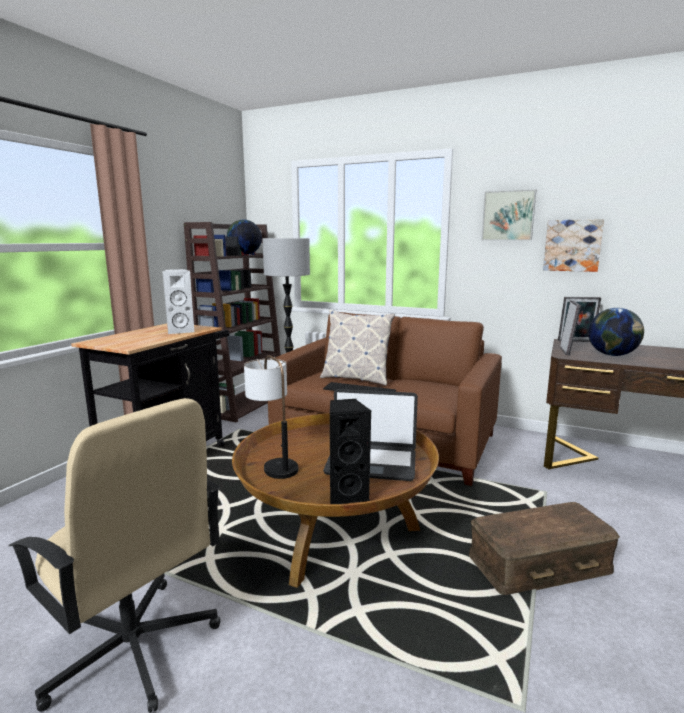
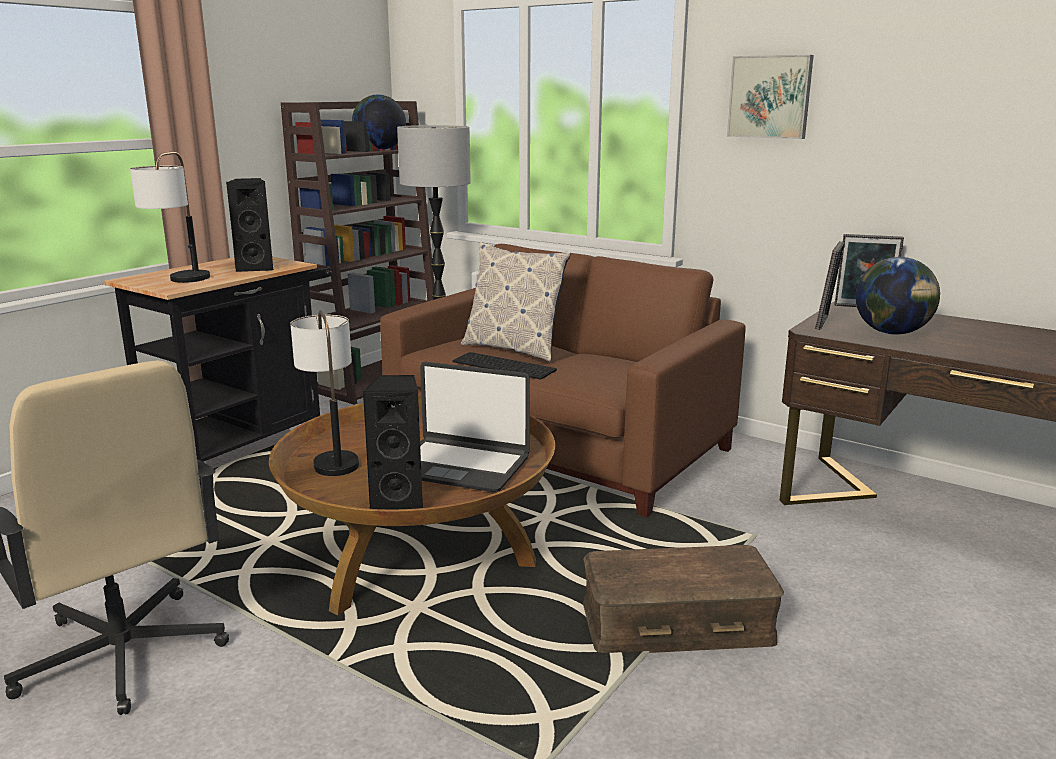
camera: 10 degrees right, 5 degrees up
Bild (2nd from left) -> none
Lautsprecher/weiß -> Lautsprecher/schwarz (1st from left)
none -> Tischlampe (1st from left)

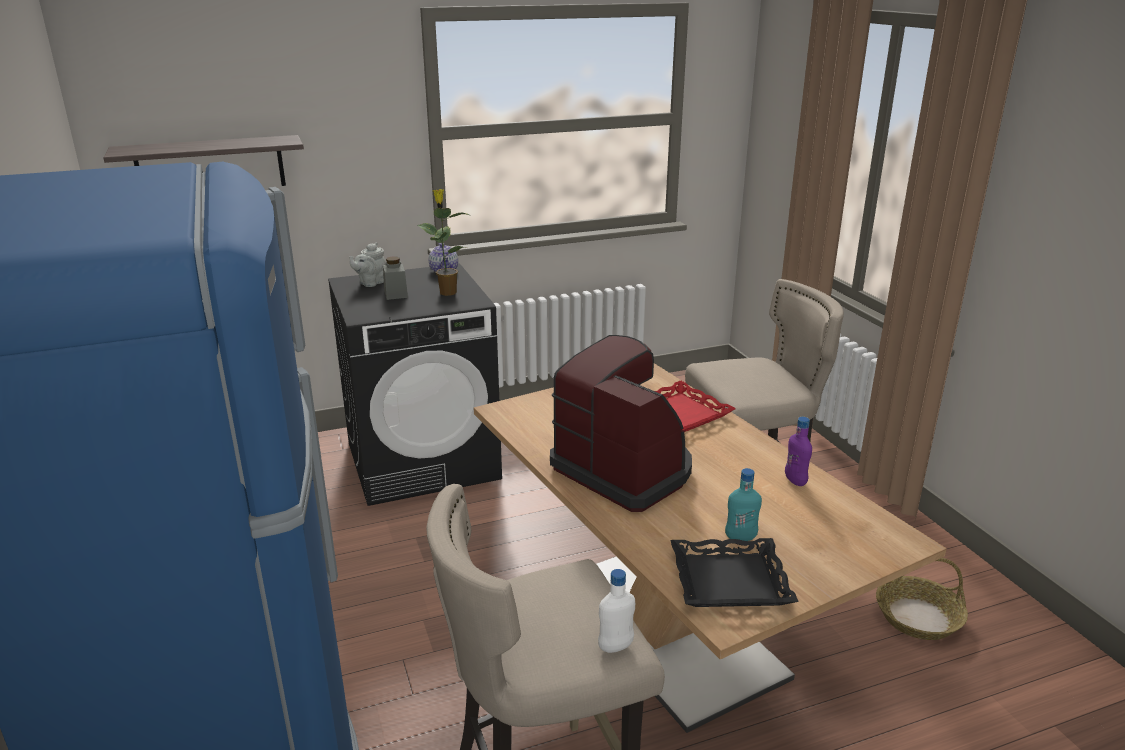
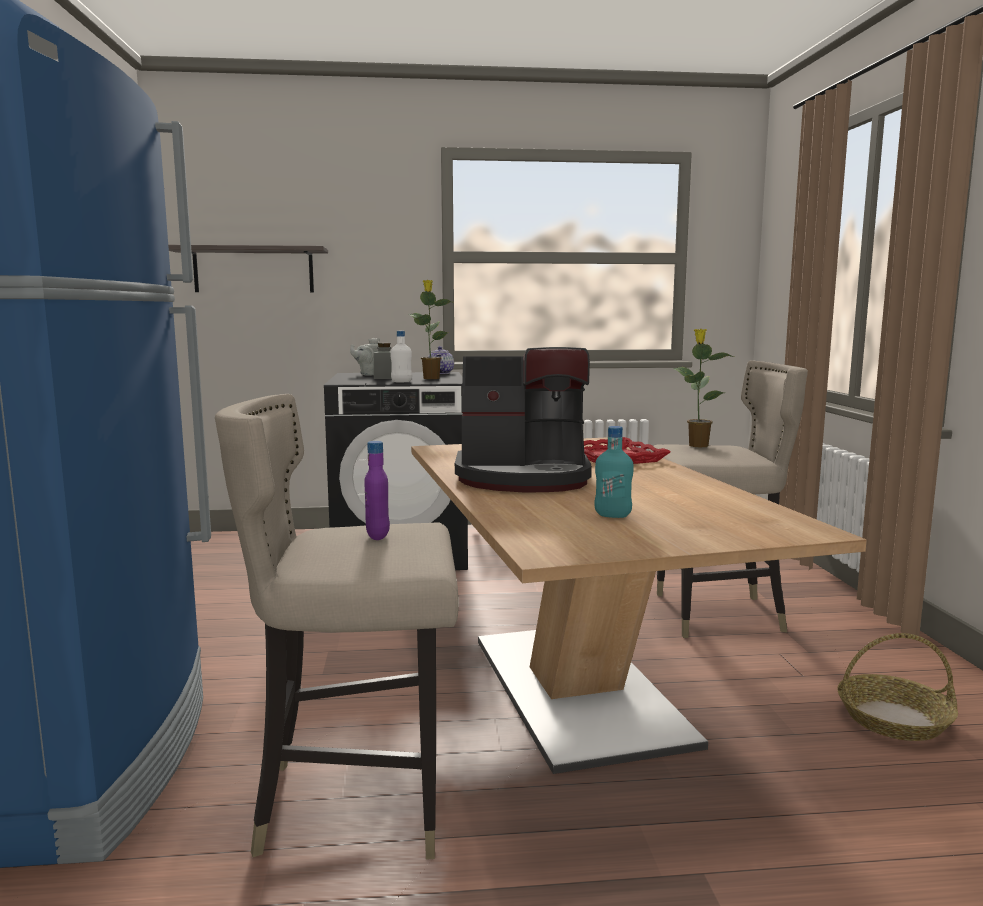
camera: 15 degrees right, 15 degrees down
Kaffeemaschine, 120 degrees clockwise
Flasche/lila, move
Tablett/schwarz -> none
Flasche/weiß, move
none -> Topfpflanze (2nd from left)

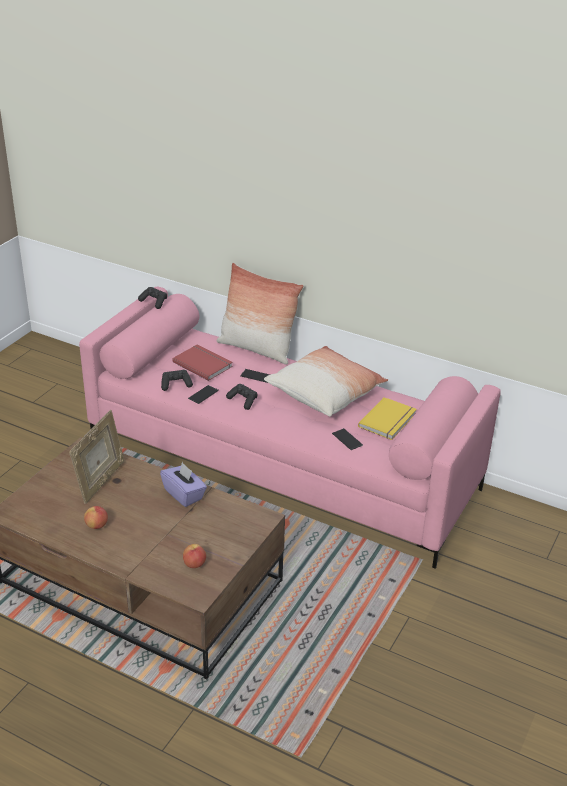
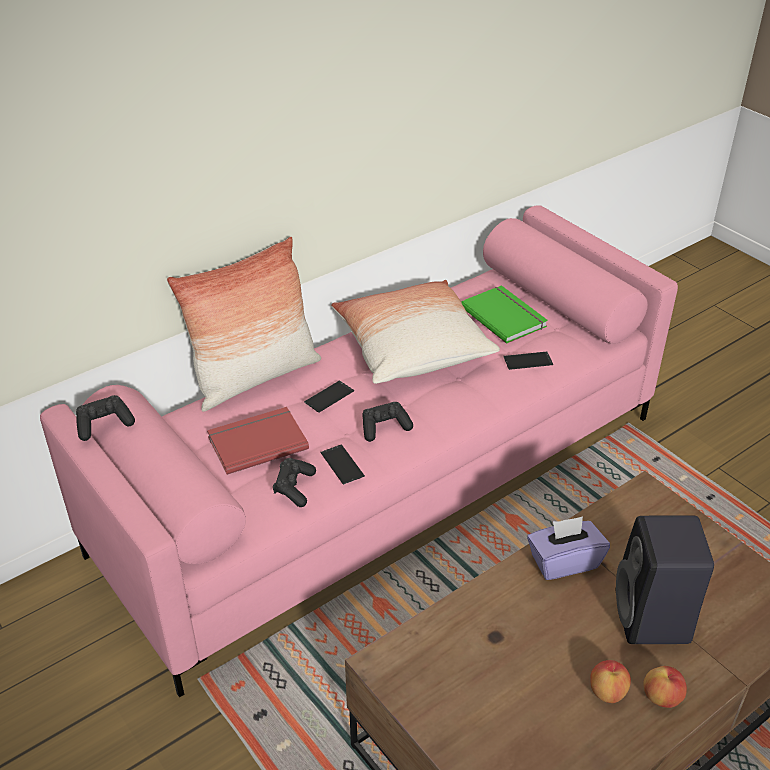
camera: 65 degrees left, 5 degrees up
Buch/gelb -> Buch/grün
Bilderrahmen -> none
Apfel (2nd from left), move
none -> Lautsprecher/schwarz

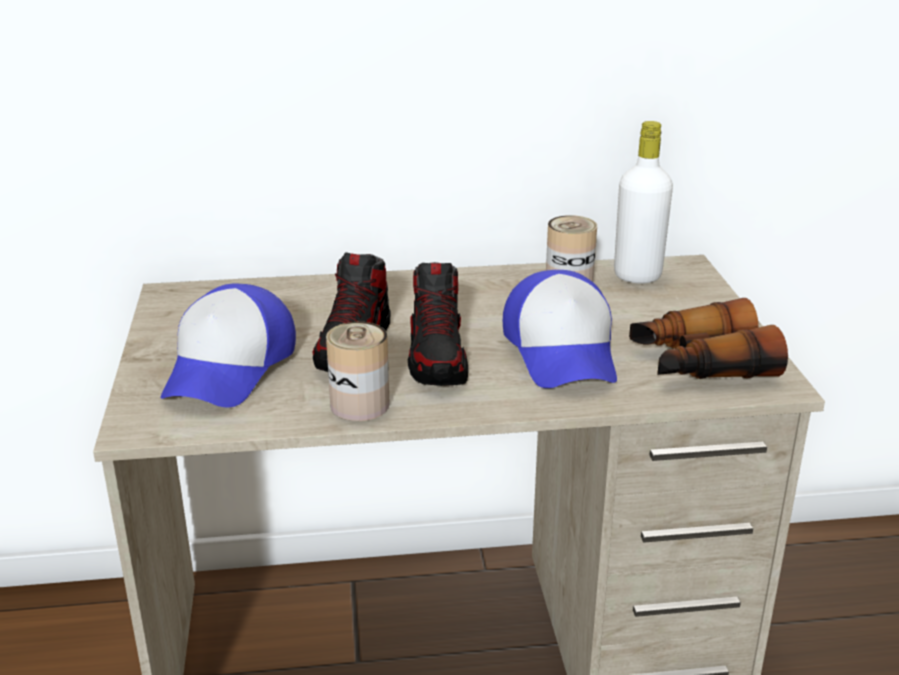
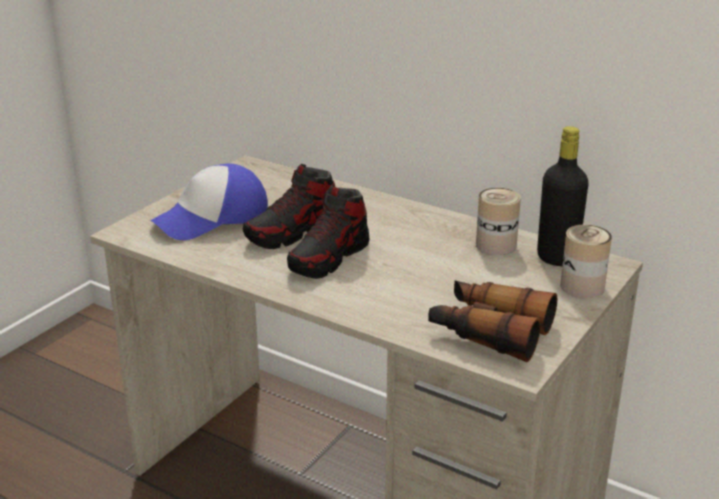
camera: 40 degrees right, 0 degrees up
Flasche/weiß -> Flasche/schwarz
Kappe (2nd from left) -> none
Dose (1st from left in the first image) -> Dose (2nd from left), move

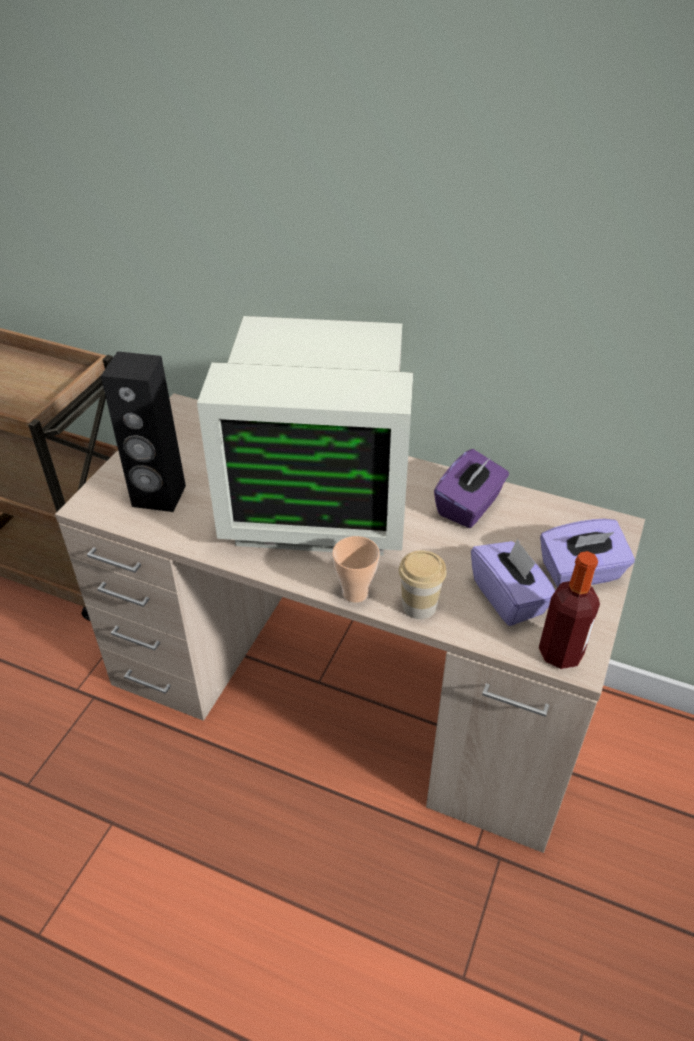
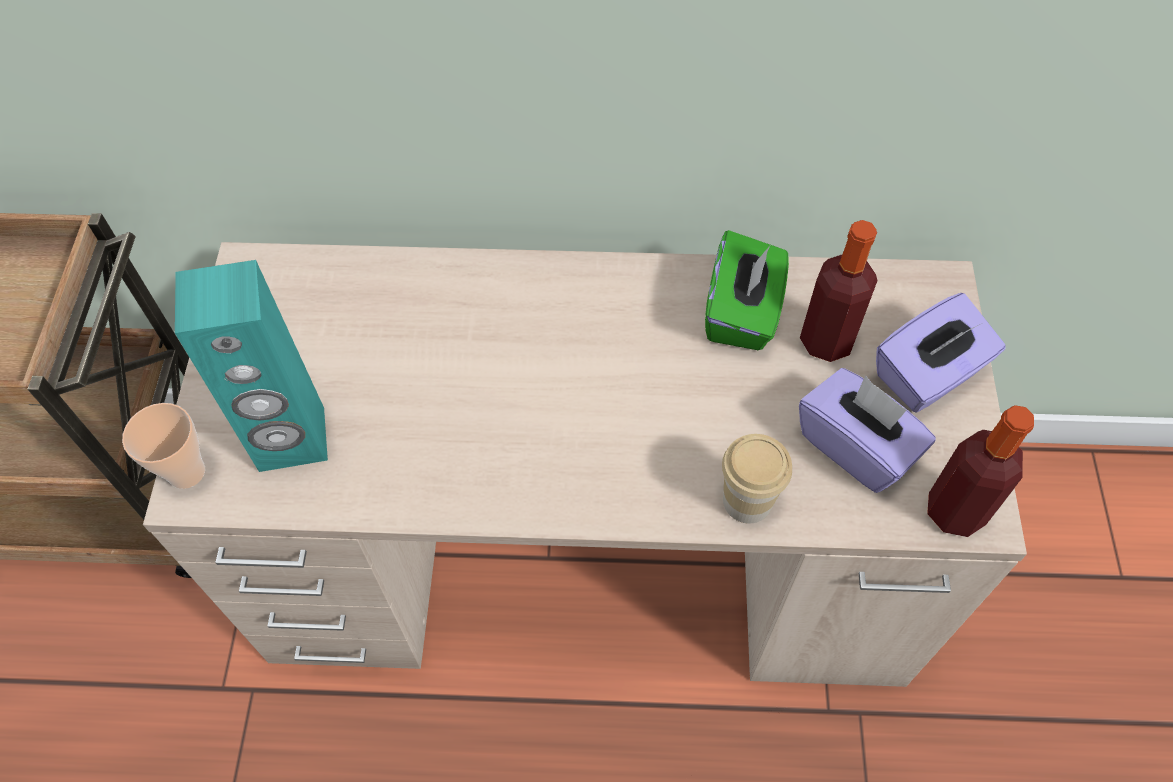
camera: 20 degrees left, 15 degrees up
Monitor -> none
Lautsprecher/schwarz -> Lautsprecher/türkis
Taschentuchbox/lila (1st from left) -> Taschentuchbox/grün
Tasse (1st from left), move
none -> Flasche (1st from left)

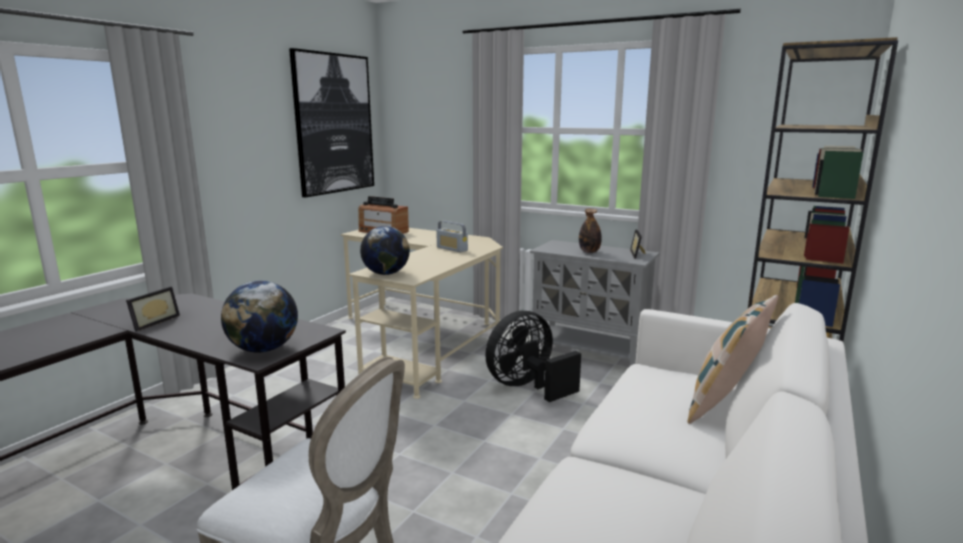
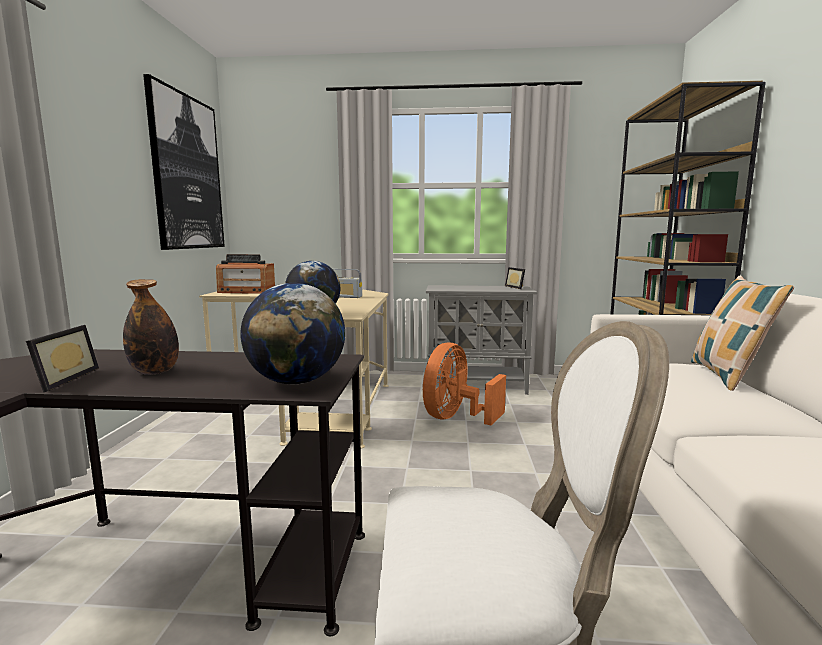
camera: 25 degrees left, 5 degrees down
Flasche, move
Ventilator/schwarz -> Ventilator/orange

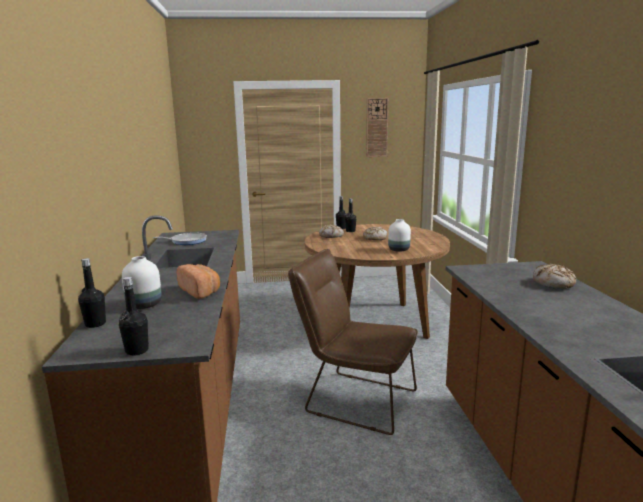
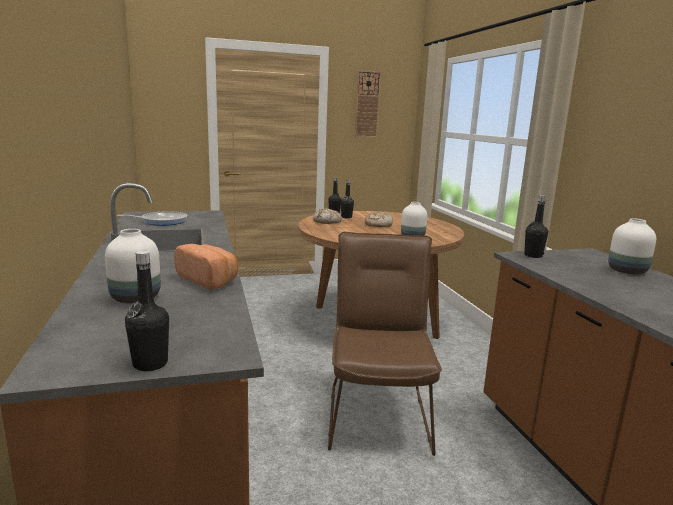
camera: 10 degrees left, 0 degrees up
Stuhl/braun, 75 degrees clockwise
Flasche/schwarz (1st from left in the first image) -> Flasche/schwarz (4th from left), move
Brot (4th from left) -> Vase/weiß (3rd from left)

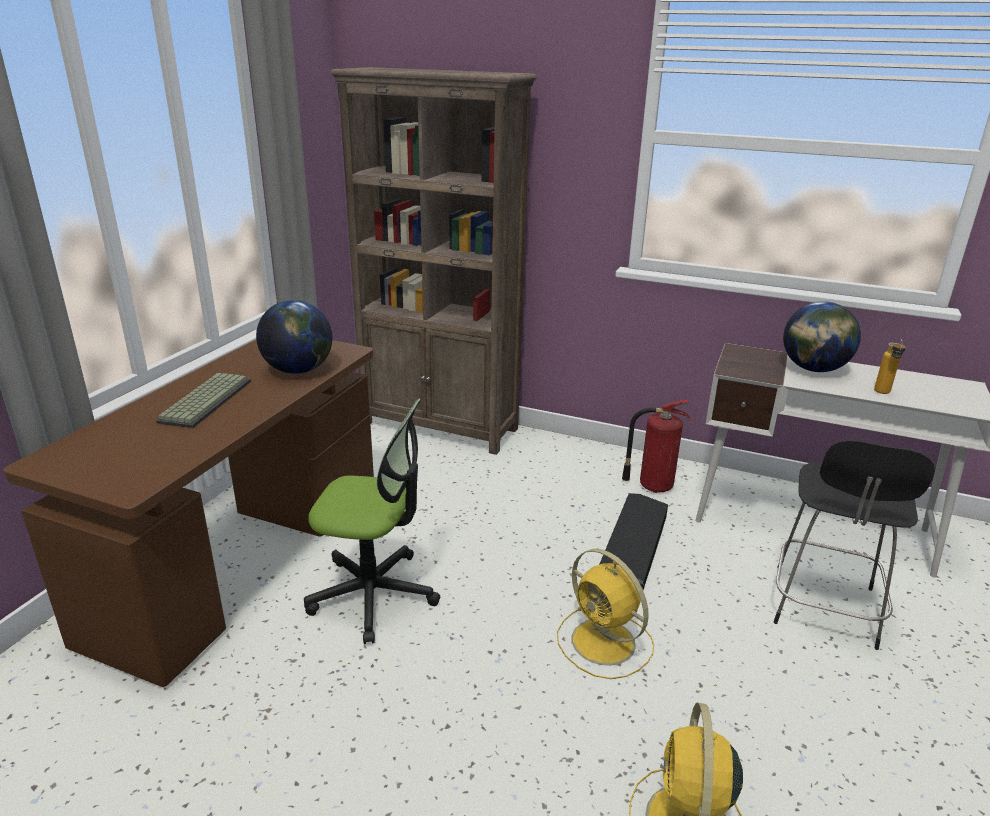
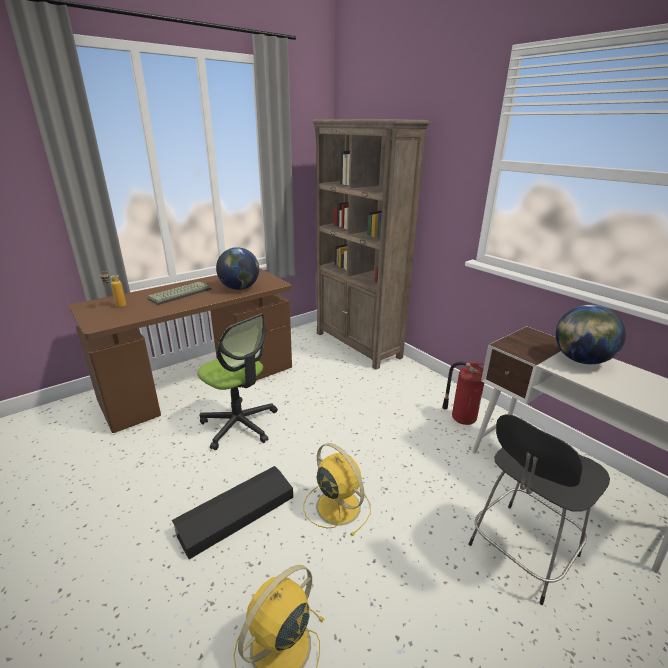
camera: 30 degrees right, 0 degrees up
Flasche, move
Aufbewahrungsbox/schwarz, move
Ventilator/gelb (1st from left in the first image) -> Ventilator/gelb (2nd from left), 150 degrees clockwise

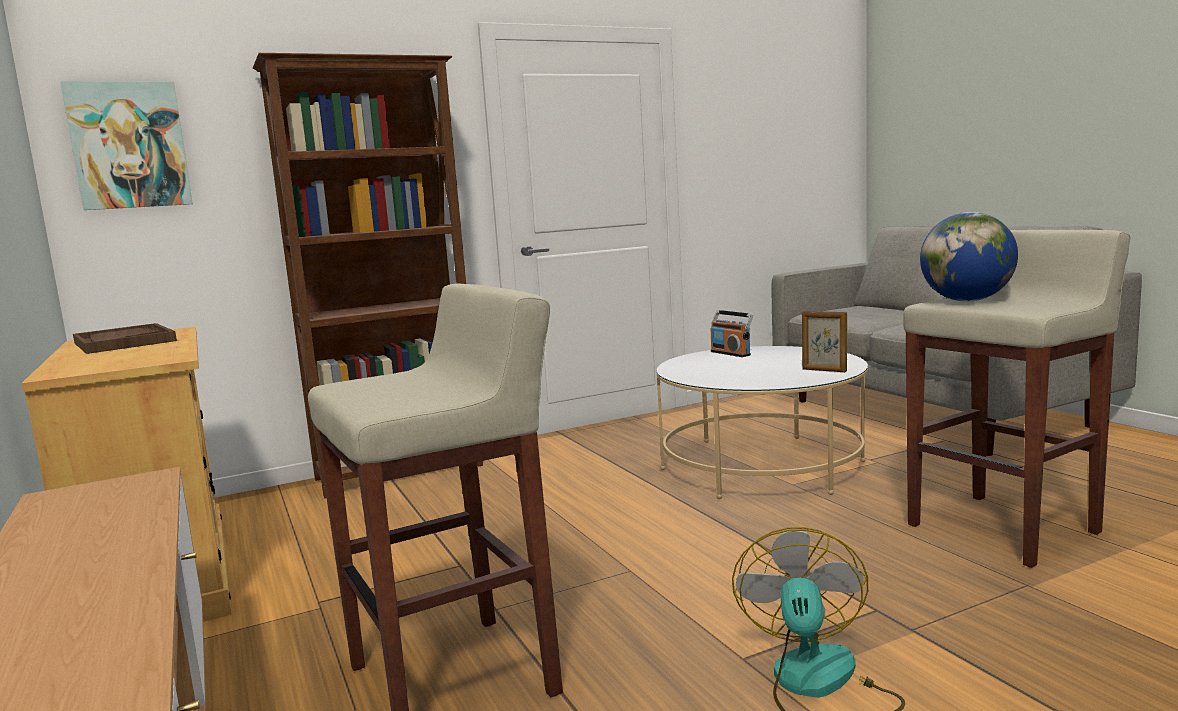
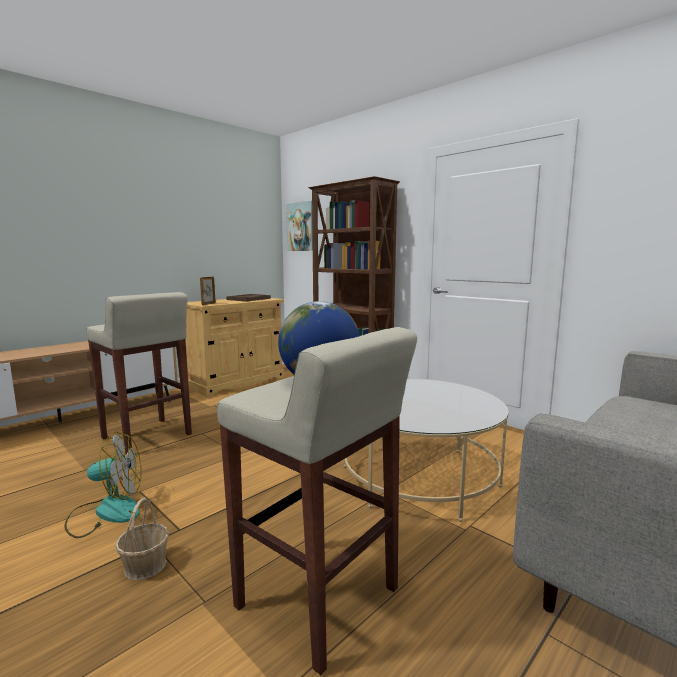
camera: 70 degrees right, 0 degrees up
Radio -> none
Bilderrahmen, move
none -> Korb

